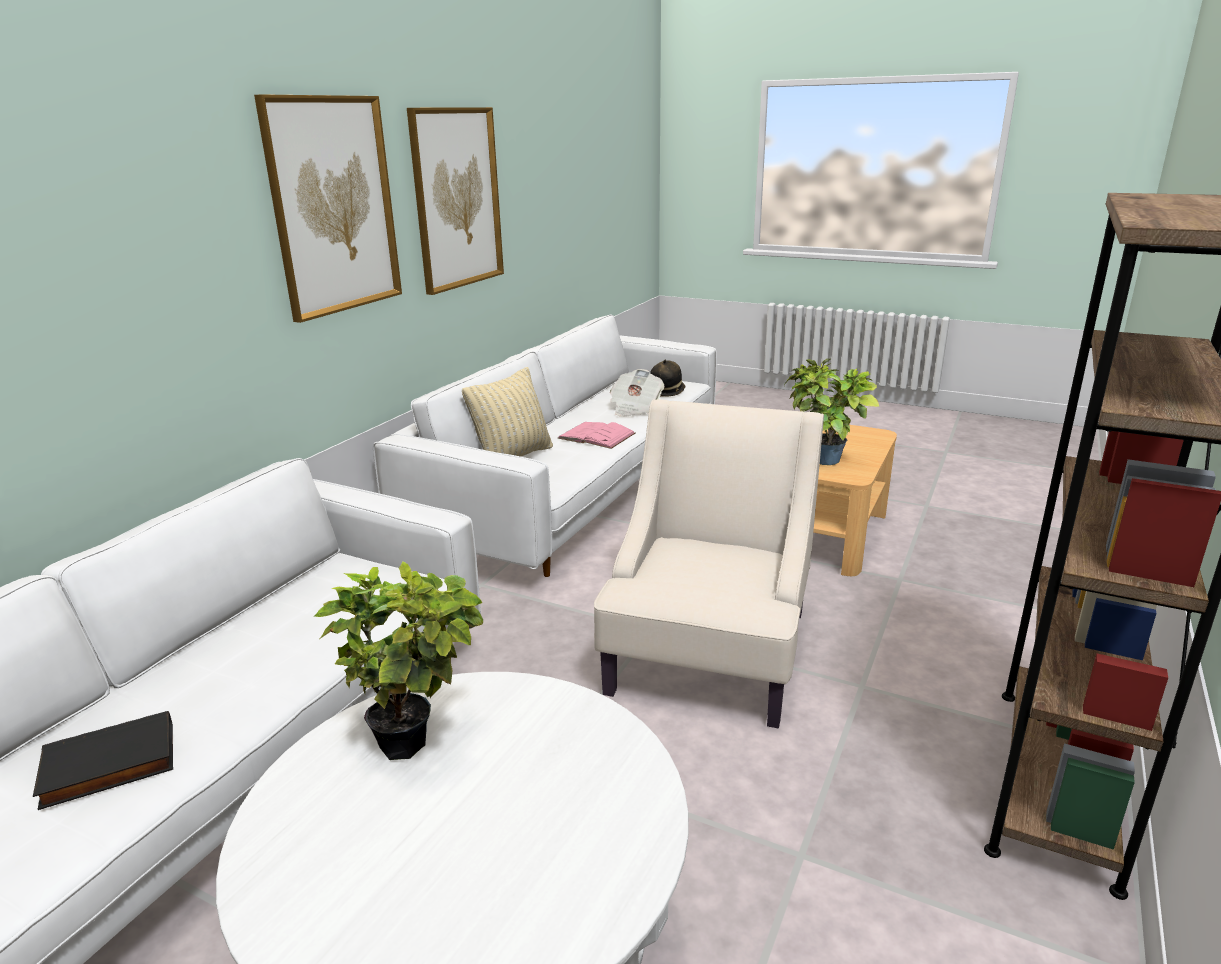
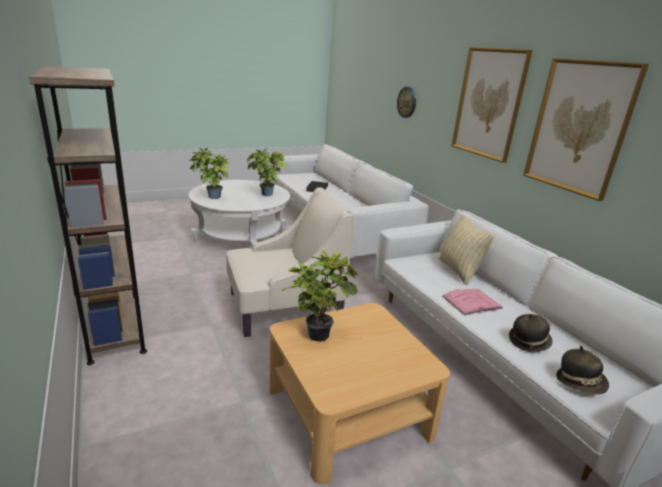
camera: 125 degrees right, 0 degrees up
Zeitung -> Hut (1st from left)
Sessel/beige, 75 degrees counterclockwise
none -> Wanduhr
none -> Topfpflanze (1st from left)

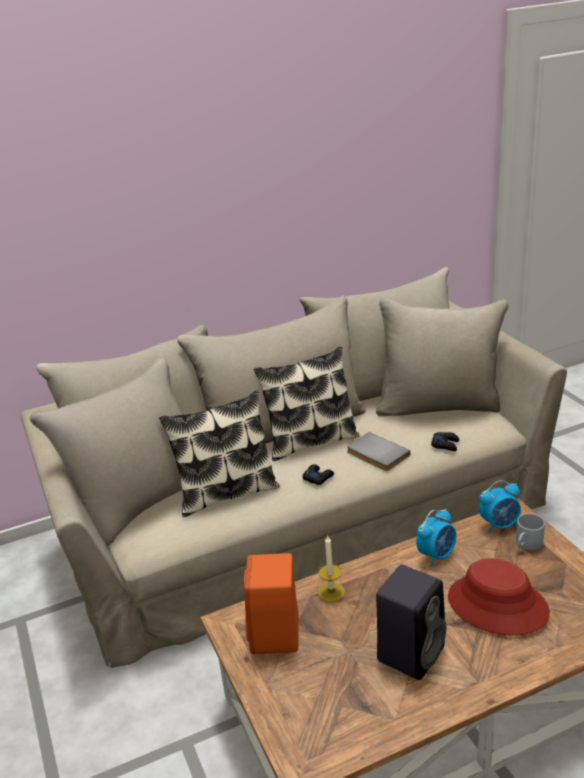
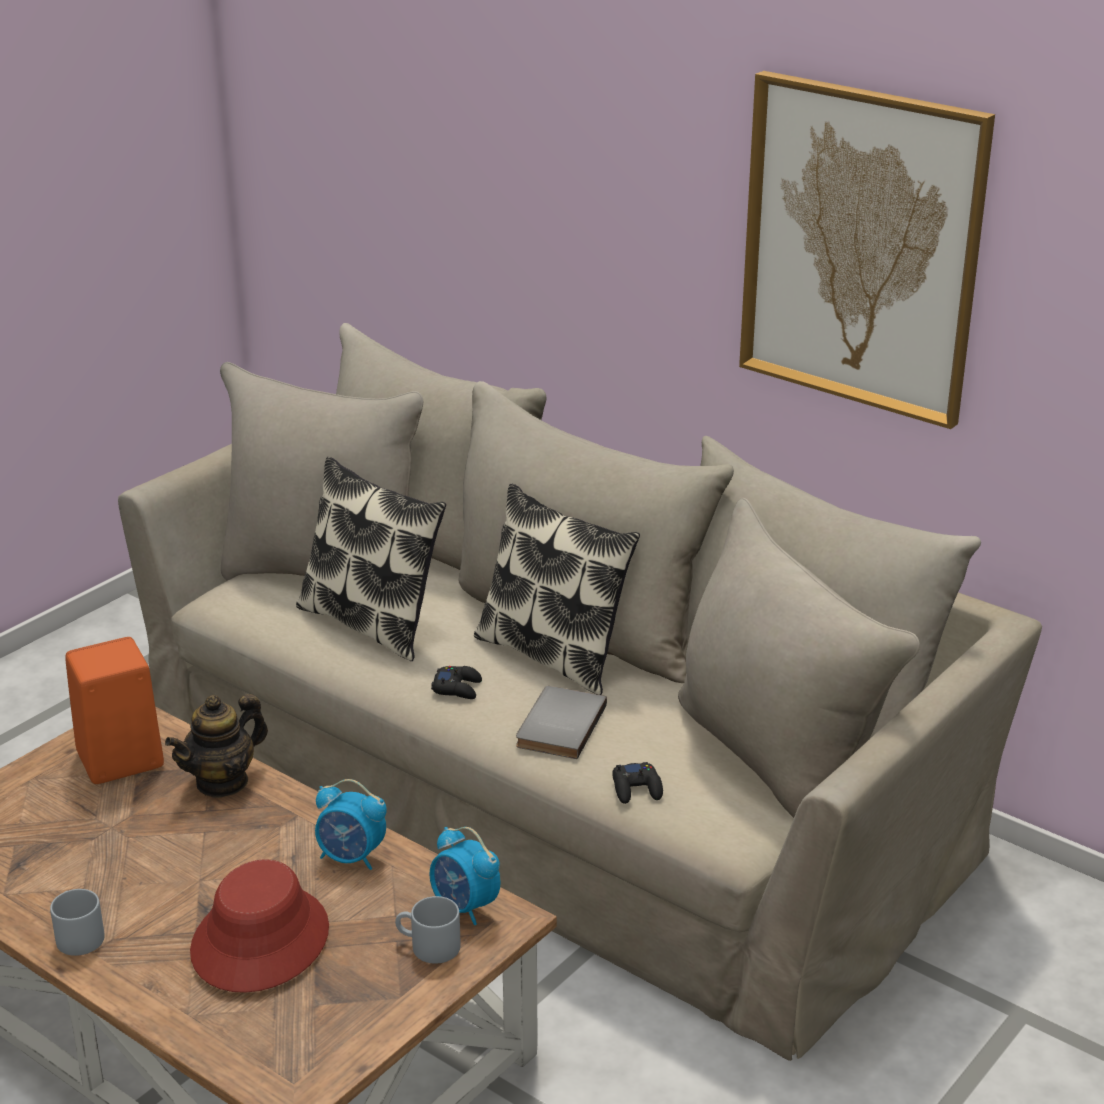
camera: 60 degrees right, 0 degrees up
Kerze -> Teekanne
Lautsprecher/schwarz -> none
none -> Bild
none -> Henkelbecher/grau (1st from left)

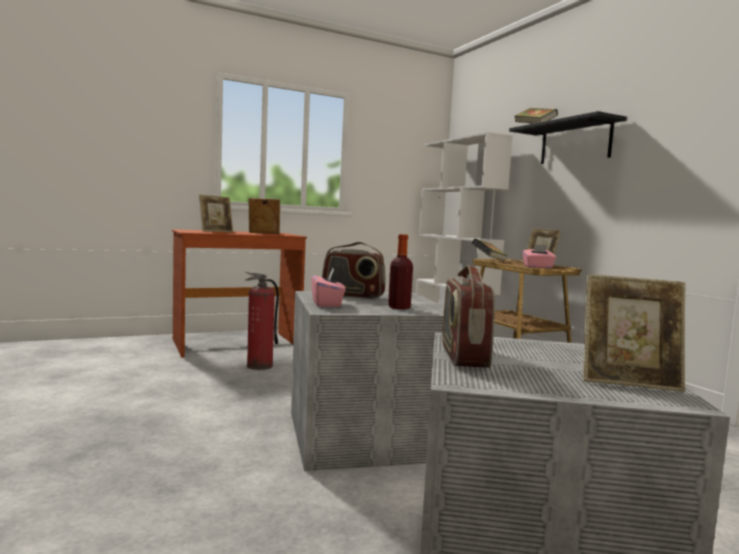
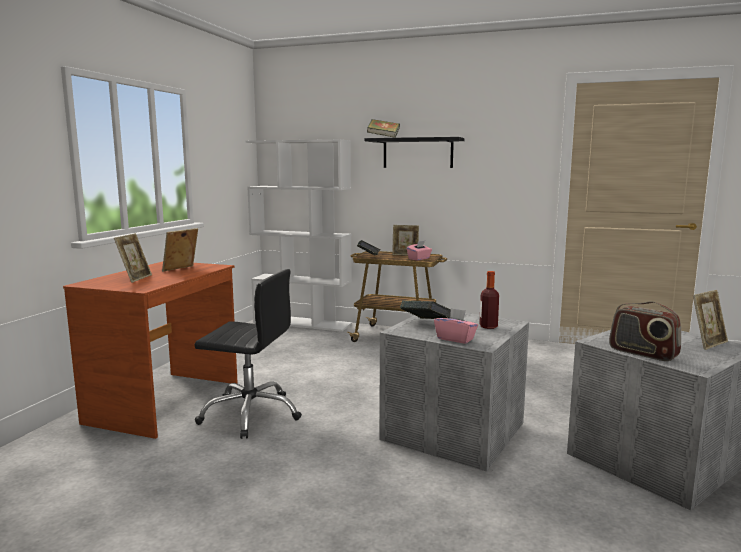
camera: 45 degrees left, 5 degrees up
Radio (1st from left) -> Buch (3rd from left)
Feuerlöscher -> Bürostuhl/schwarz

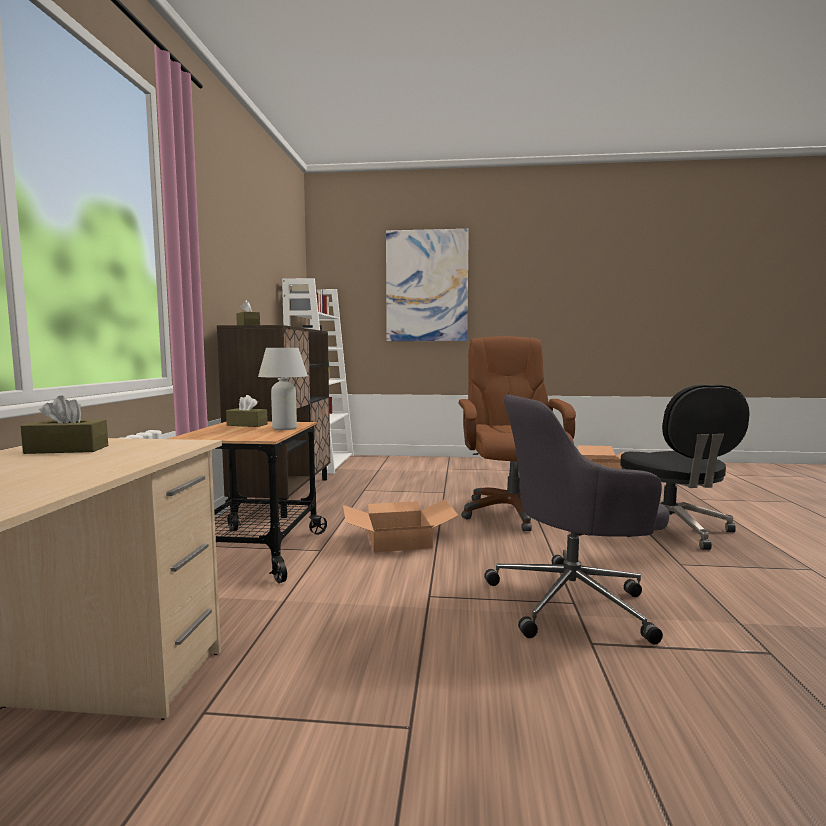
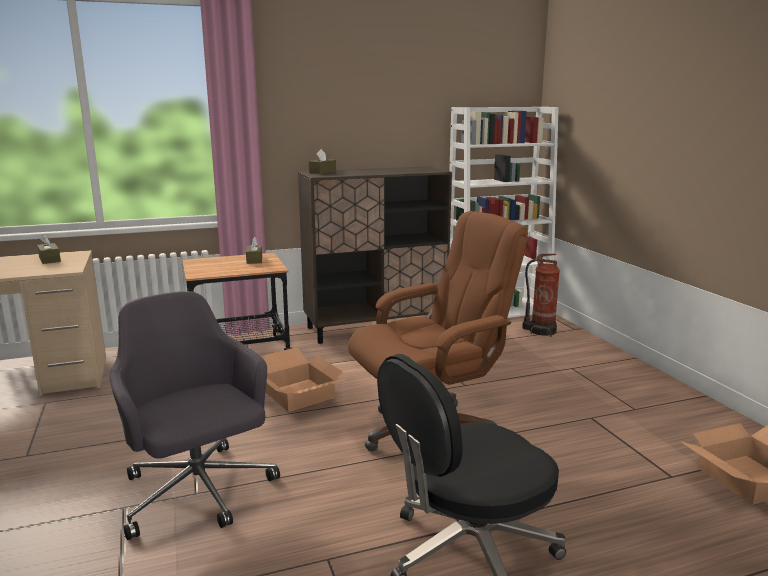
camera: 65 degrees right, 10 degrees up
Bild -> none
Tischlampe/weiß -> none
none -> Feuerlöscher

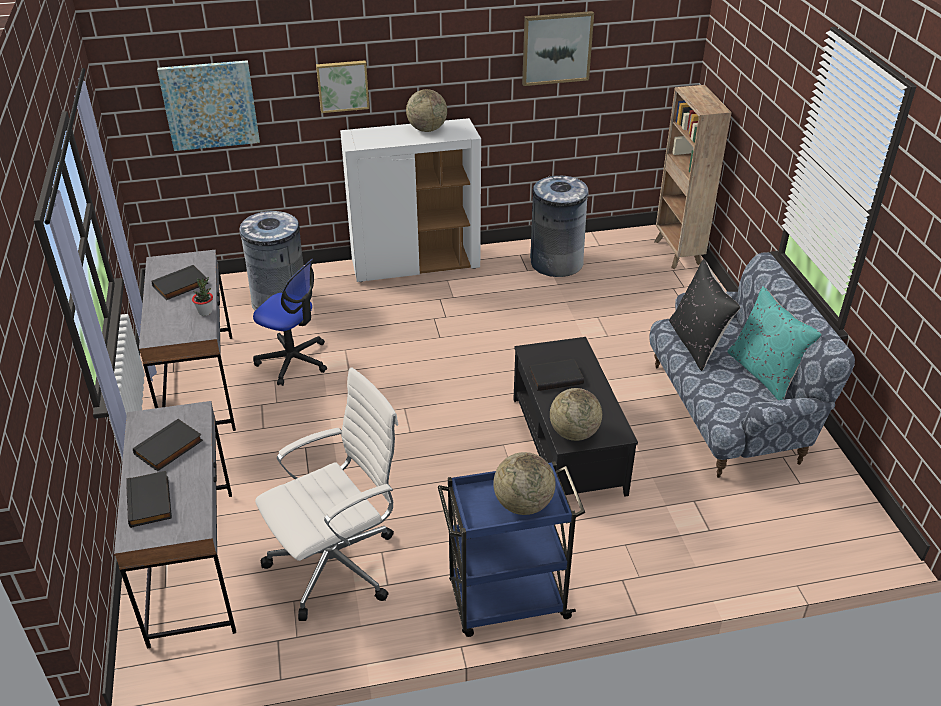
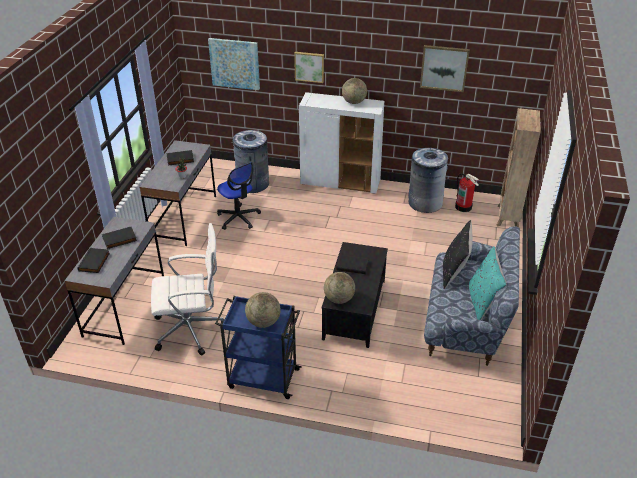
camera: 25 degrees right, 0 degrees up
none -> Feuerlöscher

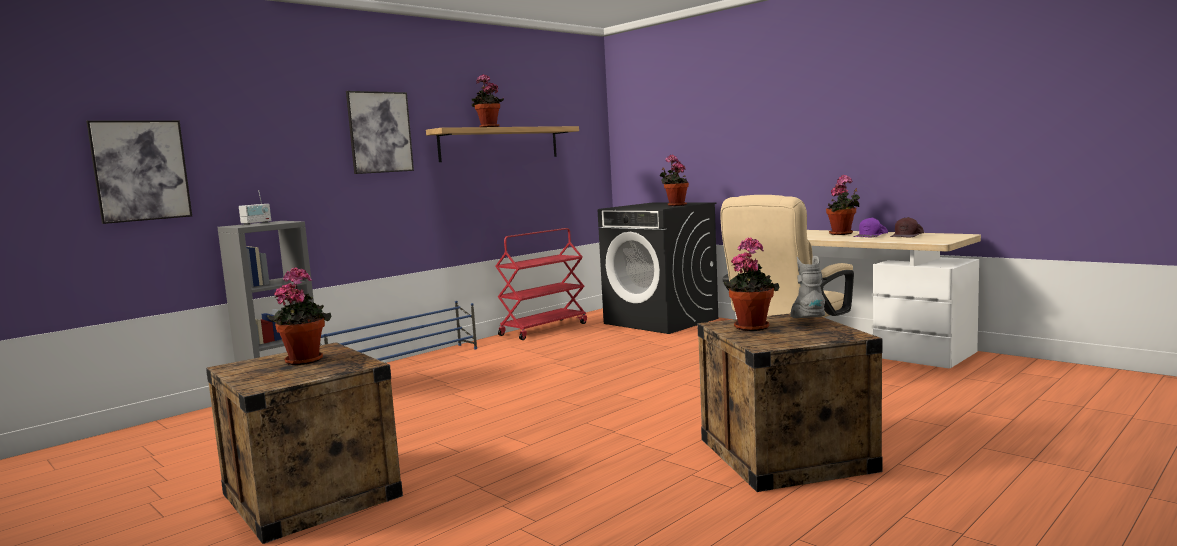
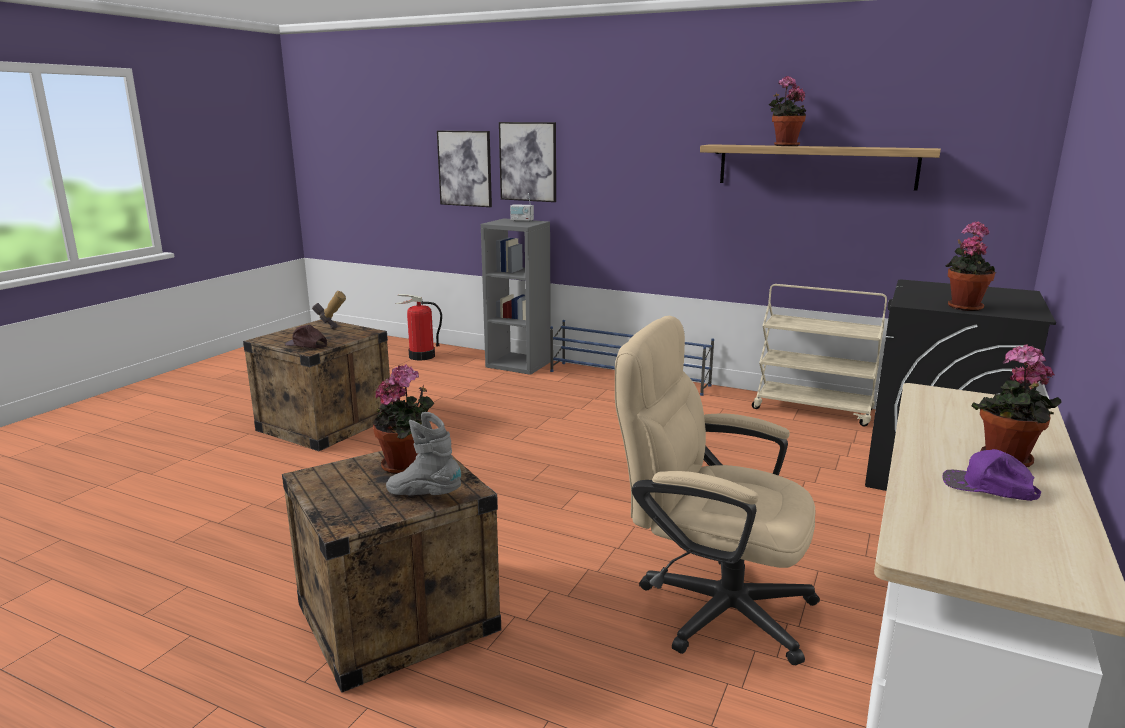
camera: 70 degrees right, 10 degrees up
Bild (2nd from left), move
Kappe/braun, move
Rollwagen/rot -> Rollwagen/beige
Stiefel/grau, 135 degrees counterclockwise
Topfpflanze (1st from left) -> Hammer
none -> Feuerlöscher

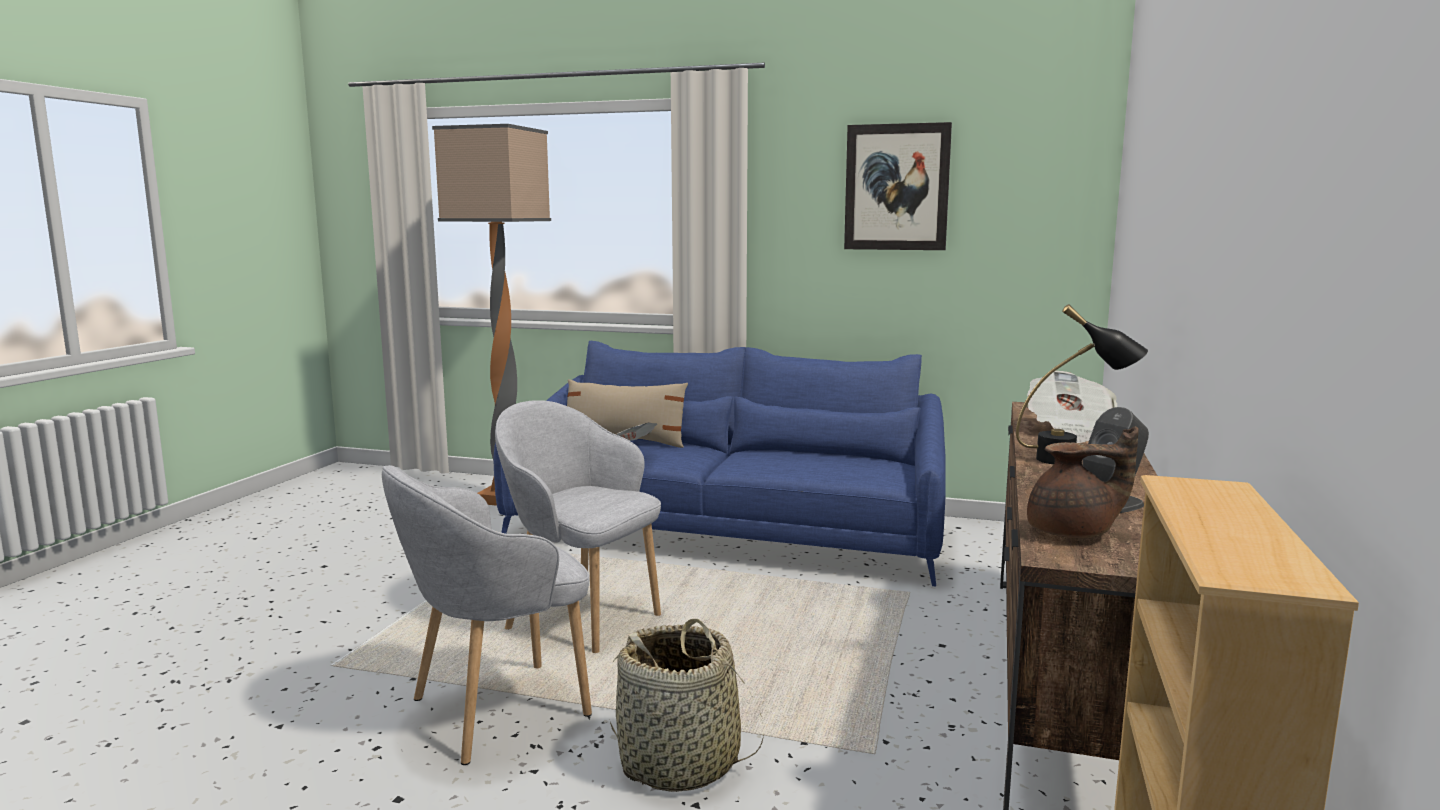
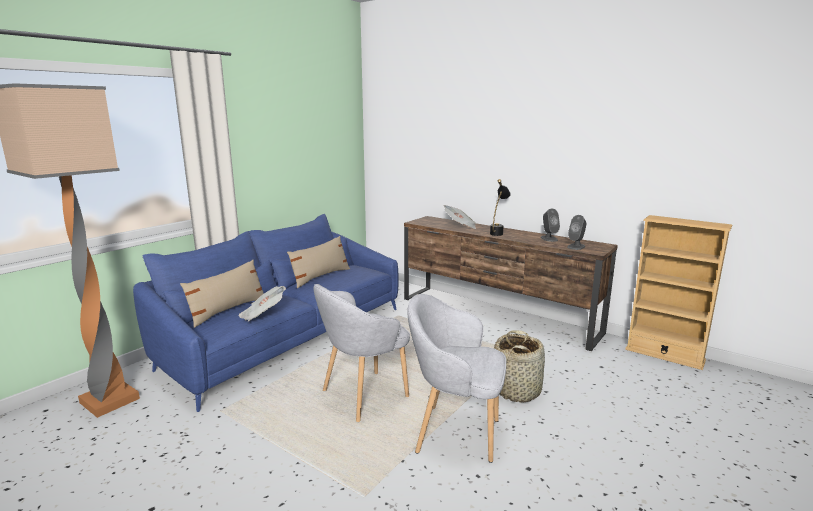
camera: 70 degrees left, 5 degrees up
Bild -> none
Teekanne/braun -> Lautsprecher/grau (2nd from left)
Sessel/grau (1st from left in the first image) -> Sessel/grau (2nd from left), 120 degrees clockwise
none -> Kissen/beige (2nd from left)

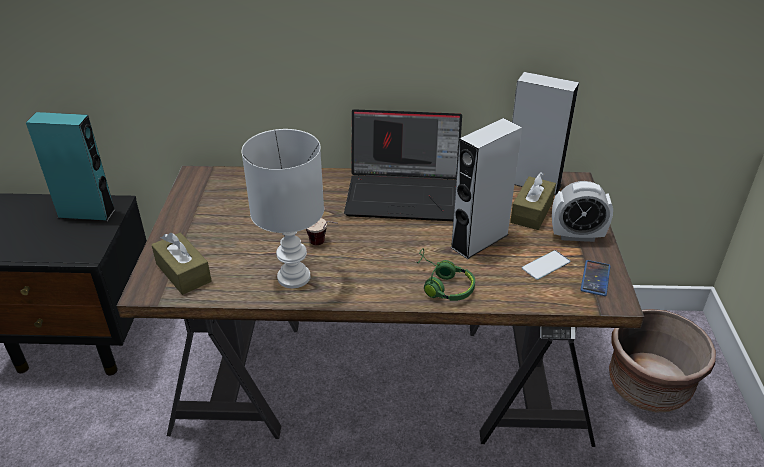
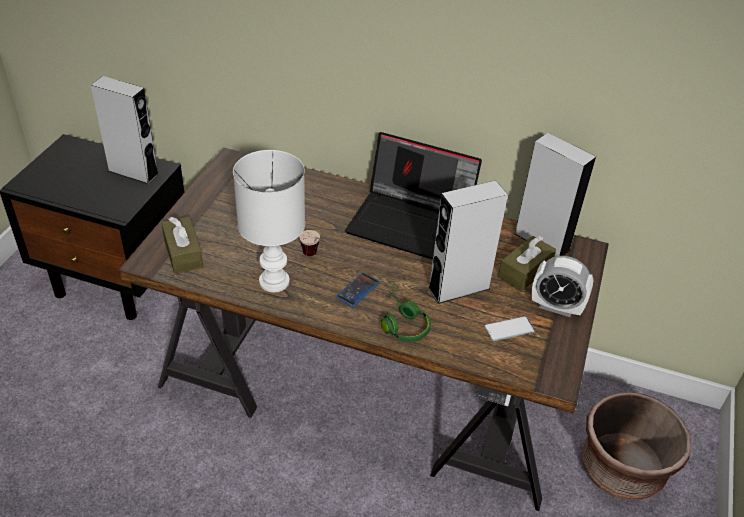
camera: 15 degrees right, 5 degrees up
Lautsprecher/türkis -> Lautsprecher/grau (1st from left)
Handy (2nd from left in the first image) -> Handy (1st from left), move

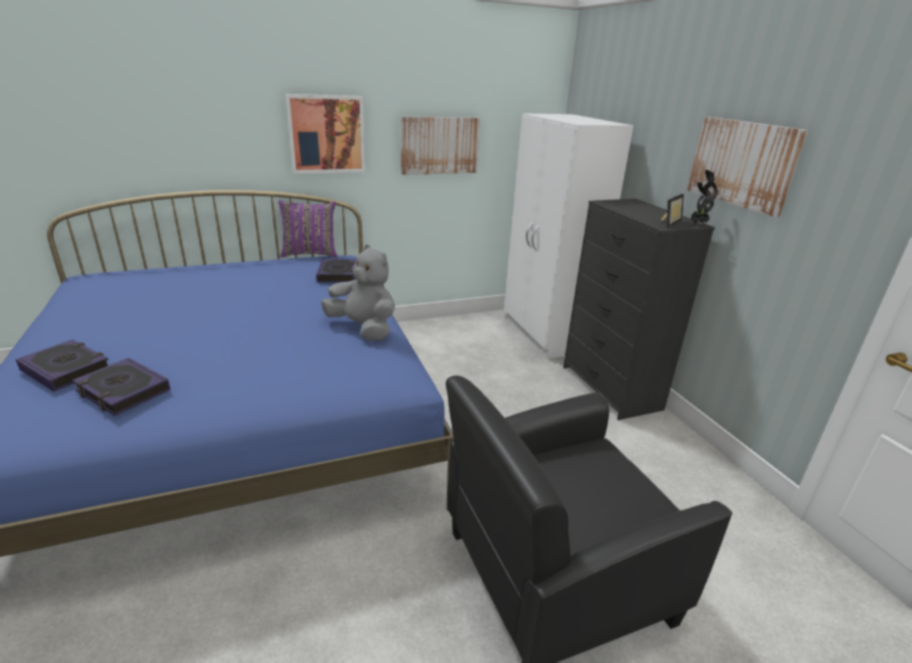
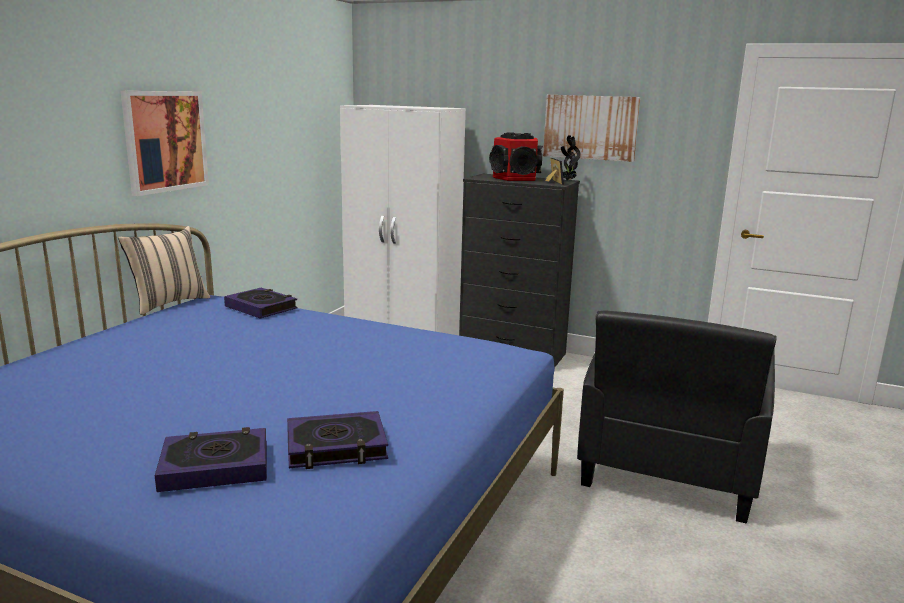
camera: 45 degrees left, 10 degrees down
Bild (2nd from left) -> none
Kissen/lila -> Kissen/beige
Plüschtier/grau -> none
none -> Lautsprecher

